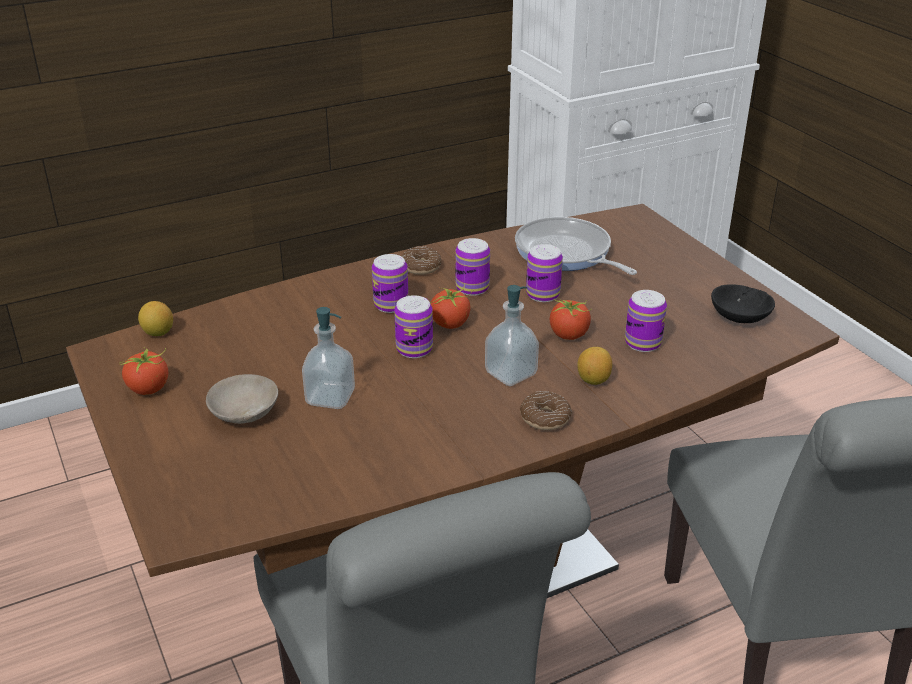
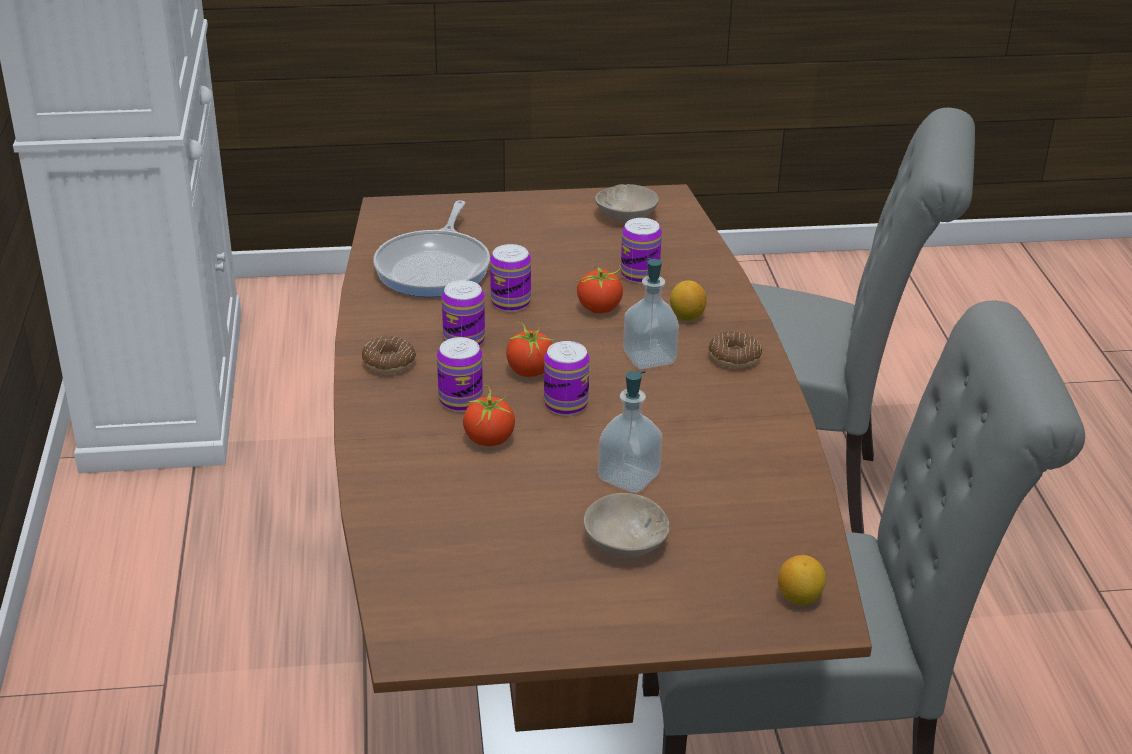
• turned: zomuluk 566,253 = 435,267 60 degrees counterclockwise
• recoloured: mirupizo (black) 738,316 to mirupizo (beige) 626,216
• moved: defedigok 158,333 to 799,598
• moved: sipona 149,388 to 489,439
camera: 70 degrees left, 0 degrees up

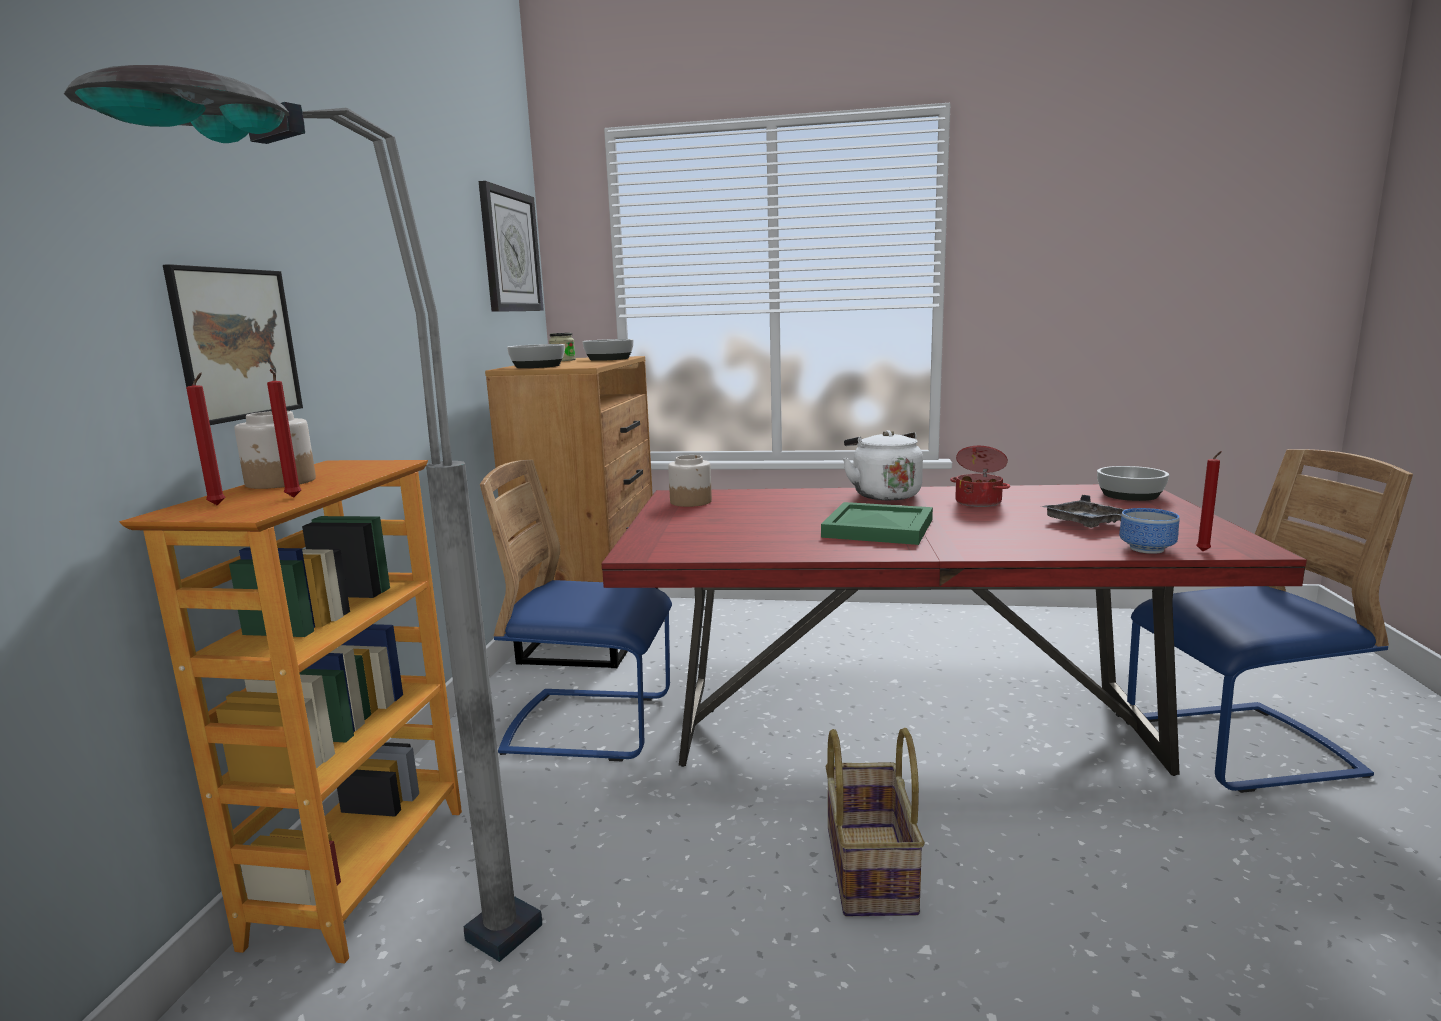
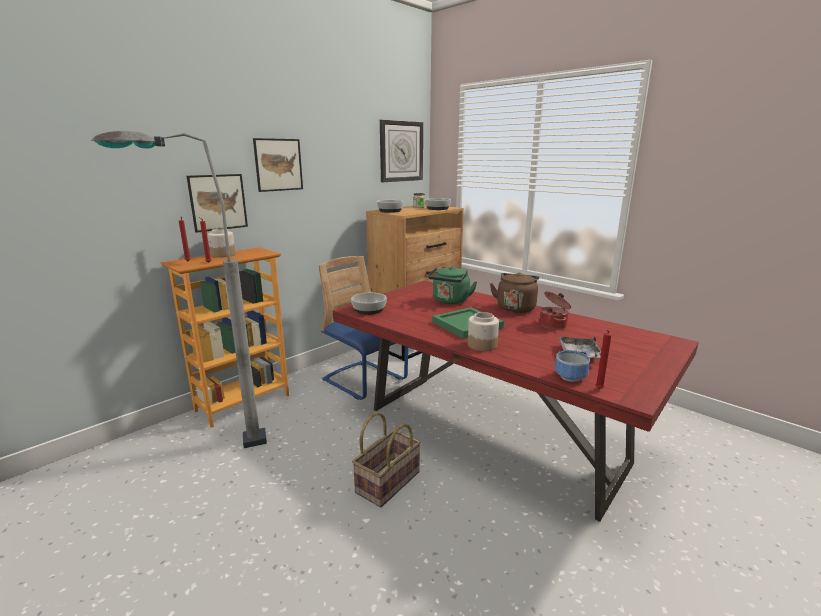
• recoloured: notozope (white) 883,495 to notozope (brown) 515,308
• removed: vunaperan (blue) 1240,748
• moved: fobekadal 691,501 to 482,345
• moved: mirupizo 1131,495 to 369,310
• added: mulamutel 278,165
• added: notozope (green) 450,301
camera: 35 degrees right, 5 degrees up

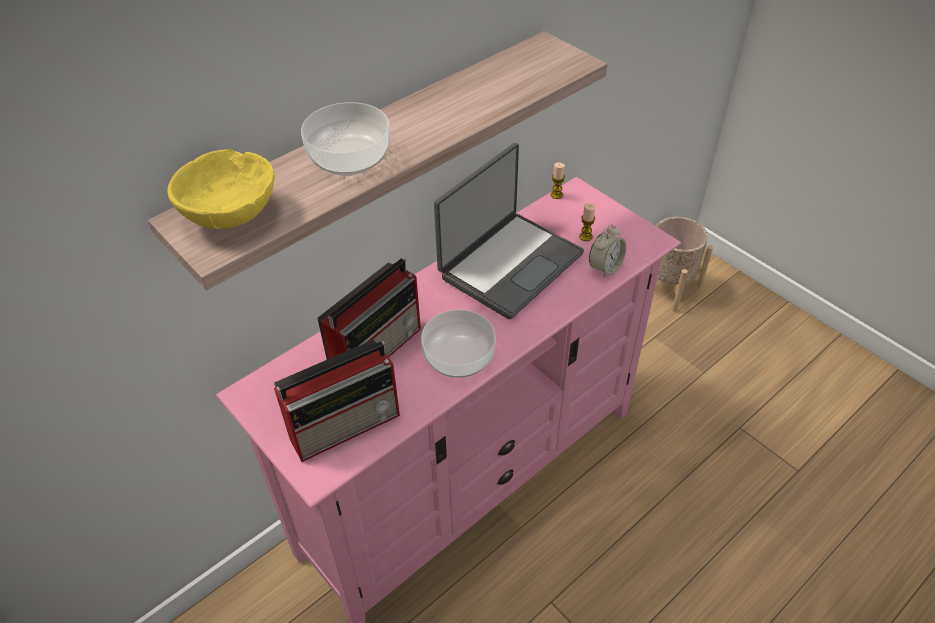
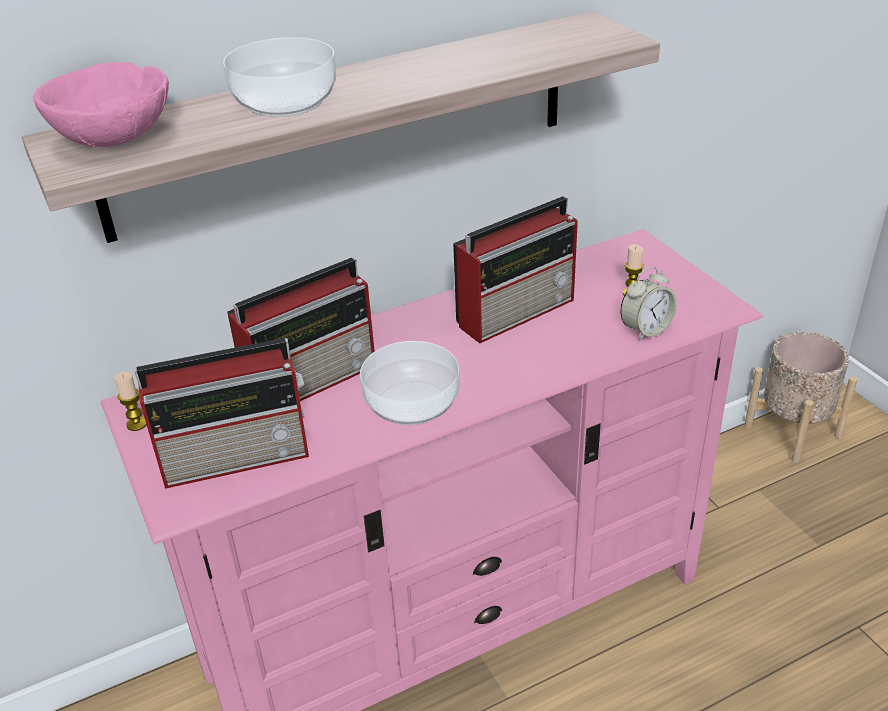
• replaced: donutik 509,264 to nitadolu 518,311
• recoloured: mirupizo (yellow) 231,214 to mirupizo (pink) 115,139
• moved: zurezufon 556,195 to 137,424
camera: 15 degrees right, 10 degrees down

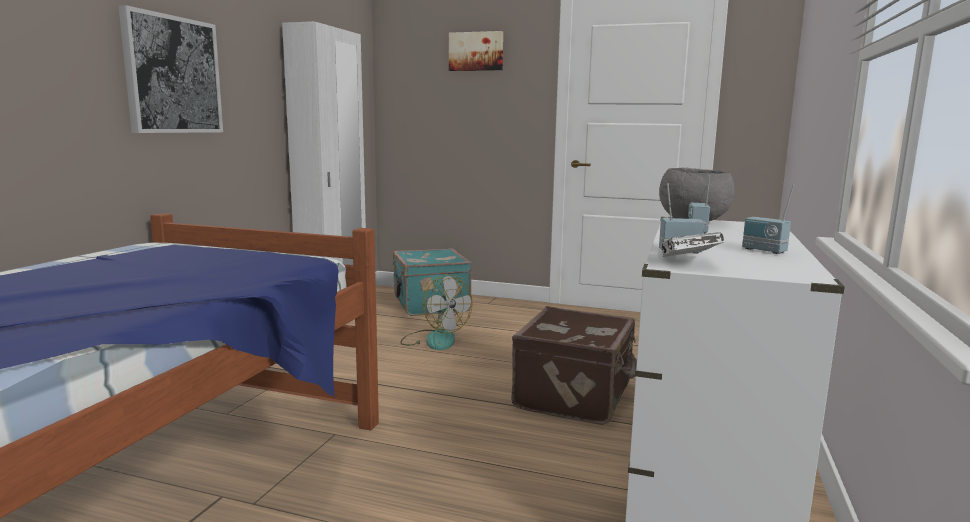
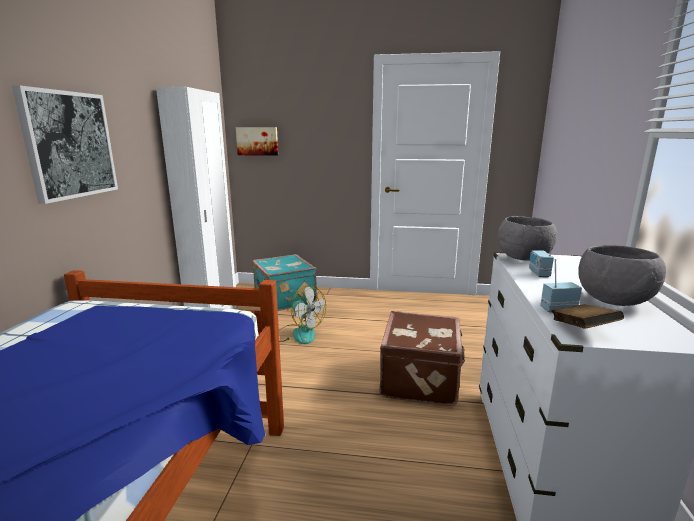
• moved: mulamutel 476,51 to 257,141
• replaced: nitadolu 763,251 to mirupizo (grey) 614,301
• recoloured: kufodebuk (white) 688,263 to kufodebuk (brown) 582,329
camera: 10 degrees left, 5 degrees up

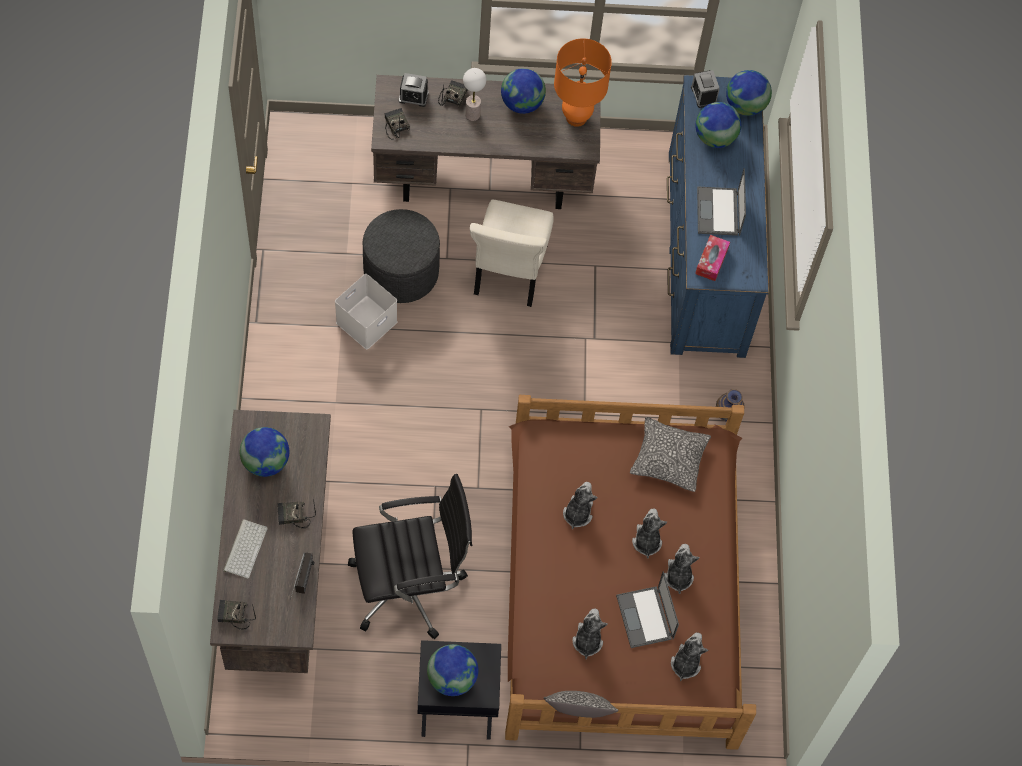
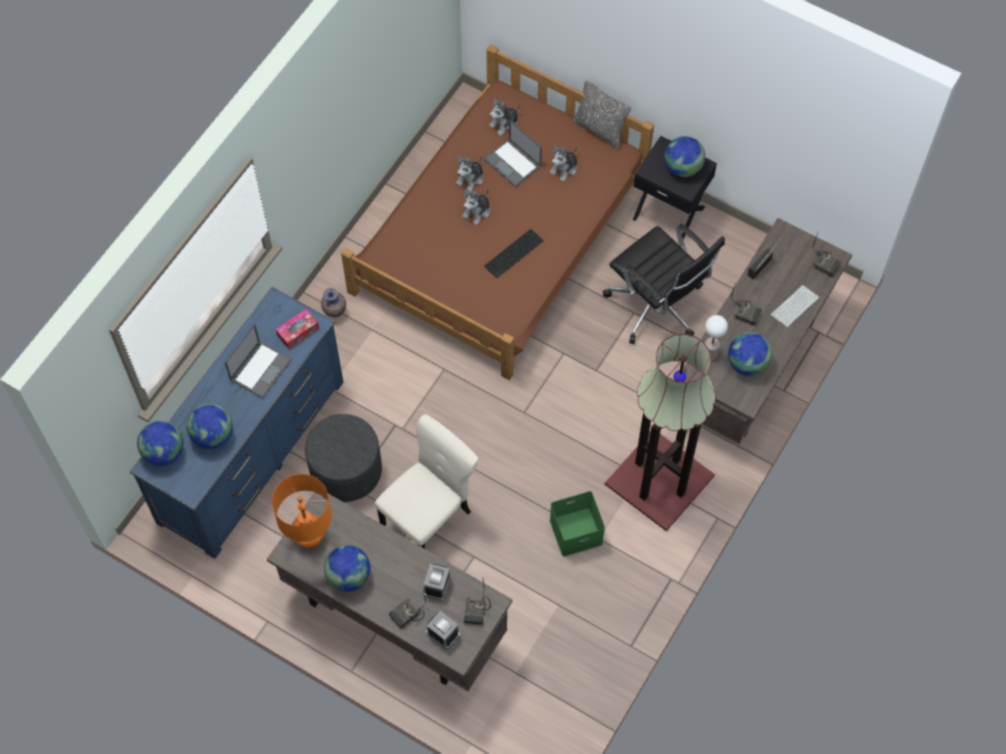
• moved: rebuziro 472,114 to 710,354
• moved: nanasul 703,95 to 437,585
• moved: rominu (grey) 401,272 to 346,470
• recoloured: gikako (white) 366,321 to gikako (green) 575,533
• removed: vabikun 668,459
• turned: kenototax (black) 410,586 = 657,307 150 degrees counterclockwise
• replaced: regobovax 577,513 to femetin 515,253
• turned: donutik 645,618 = 513,163 120 degrees clockwise
• added: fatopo 659,478
camera: 145 degrees left, 0 degrees up

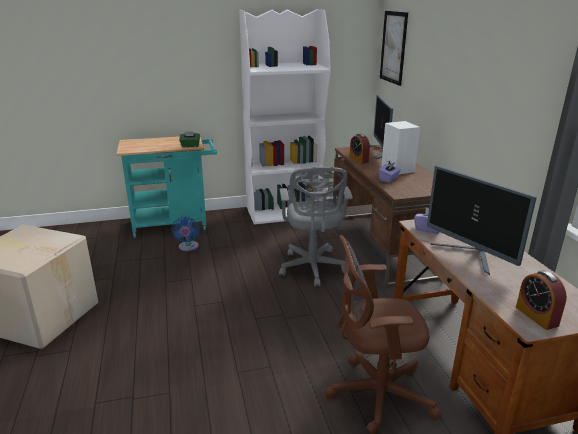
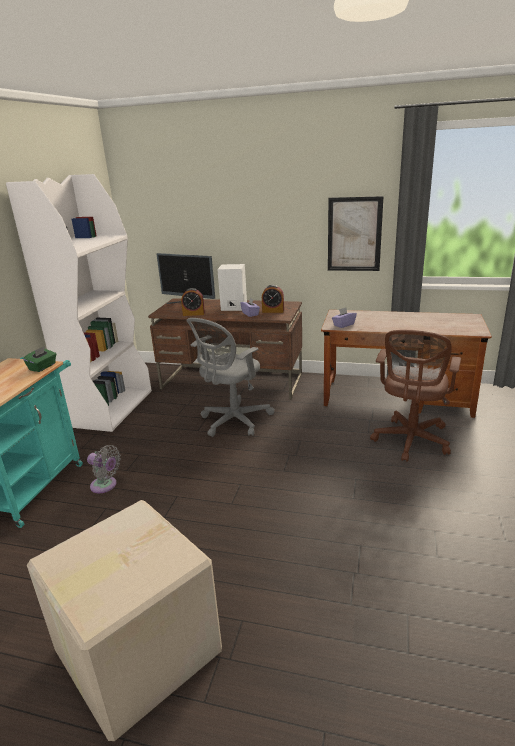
• moved: mulamutel 393,47 to 354,234
• removed: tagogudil 470,256
• turned: kenototax (grey) 312,268 = 233,422 105 degrees clockwise
• recoloured: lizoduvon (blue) 188,247 to lizoduvon (grey) 105,486
• moved: nanasul 536,316 to 273,311
camera: 60 degrees left, 0 degrees up

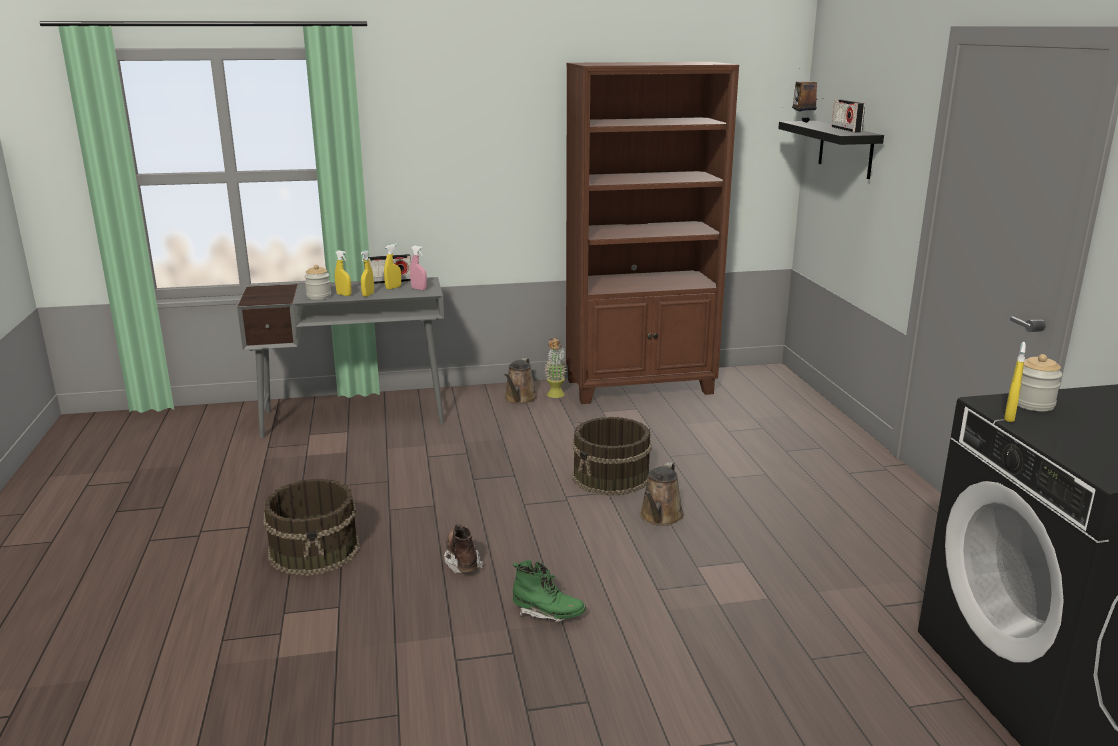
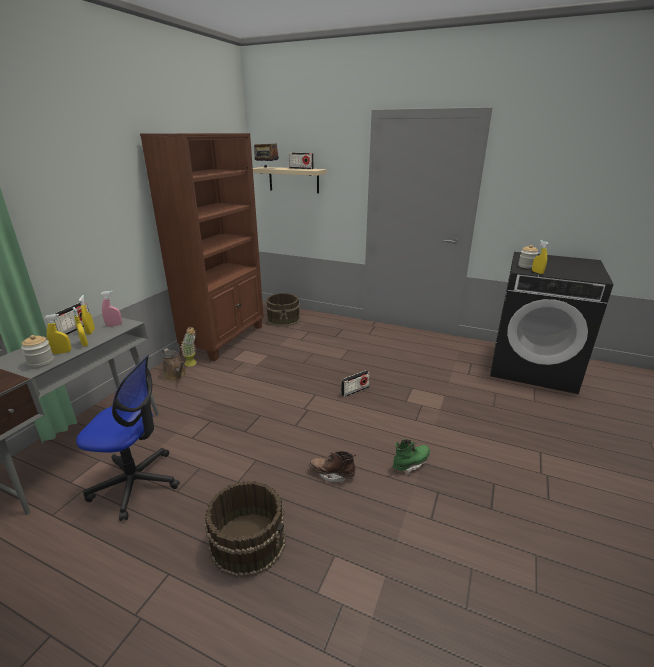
• recoloured: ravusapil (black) 845,149 to ravusapil (beige) 293,180
• moved: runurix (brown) 611,477 to 283,319
• replaced: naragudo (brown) 660,517 to nitadolu 355,391
• added: kenototax 136,483
camera: 55 degrees left, 5 degrees up

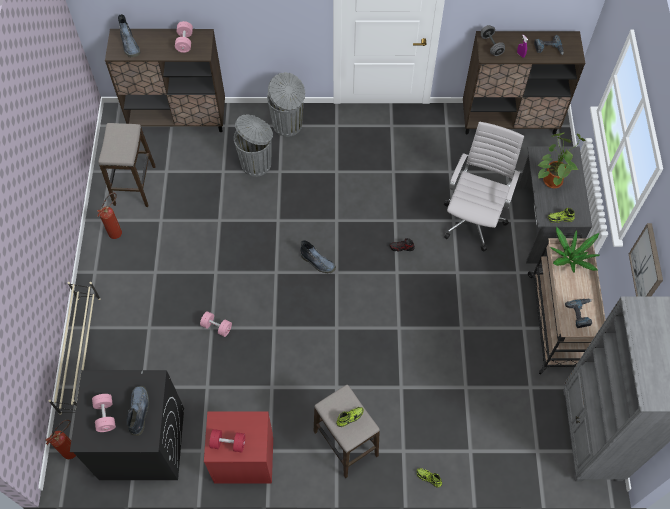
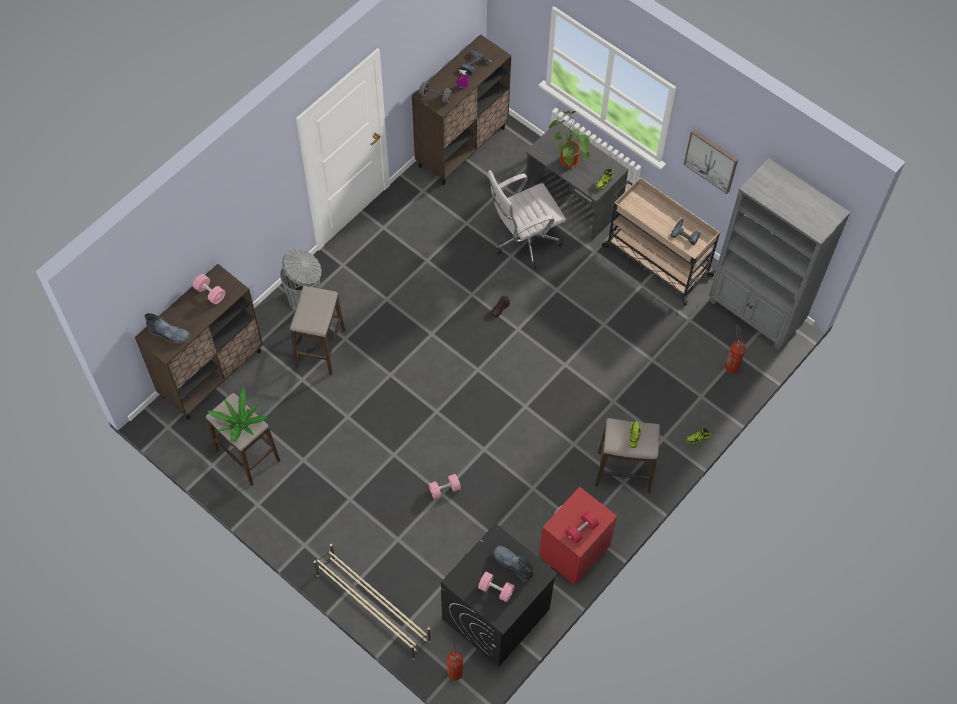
• replaced: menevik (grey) 257,163 to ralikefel 320,349
• turned: kenototax (white) 474,219 = 523,242 90 degrees counterclockwise
• moved: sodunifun 118,231 to 730,364
• moved: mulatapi 571,258 to 240,423
• removed: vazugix 318,262
camera: 50 degrees left, 0 degrees up

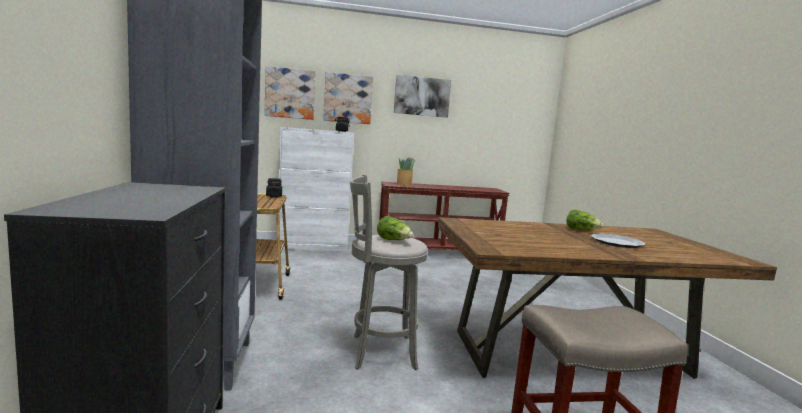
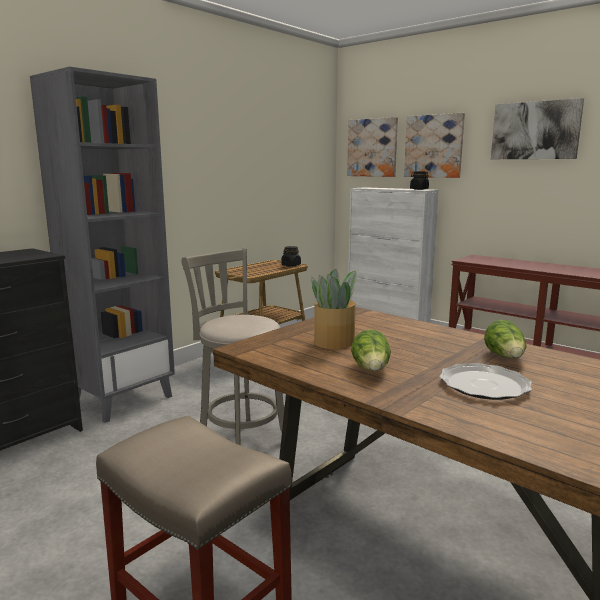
• moved: mulatapi 404,184 to 335,341
• moved: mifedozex 394,241 to 371,370
camera: 50 degrees right, 5 degrees up

